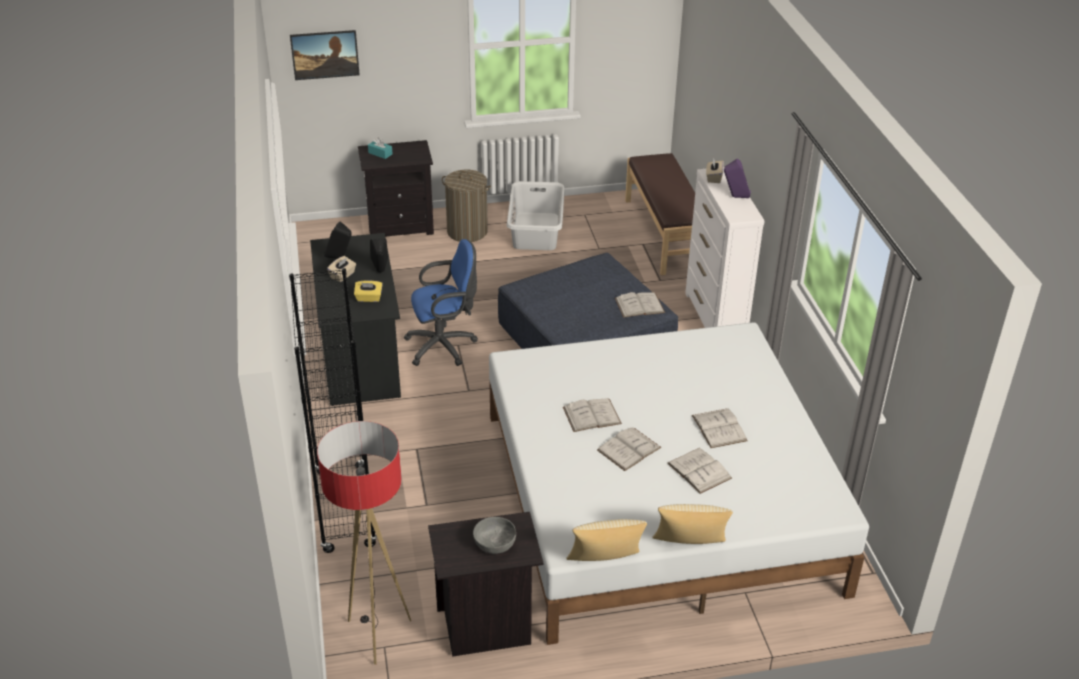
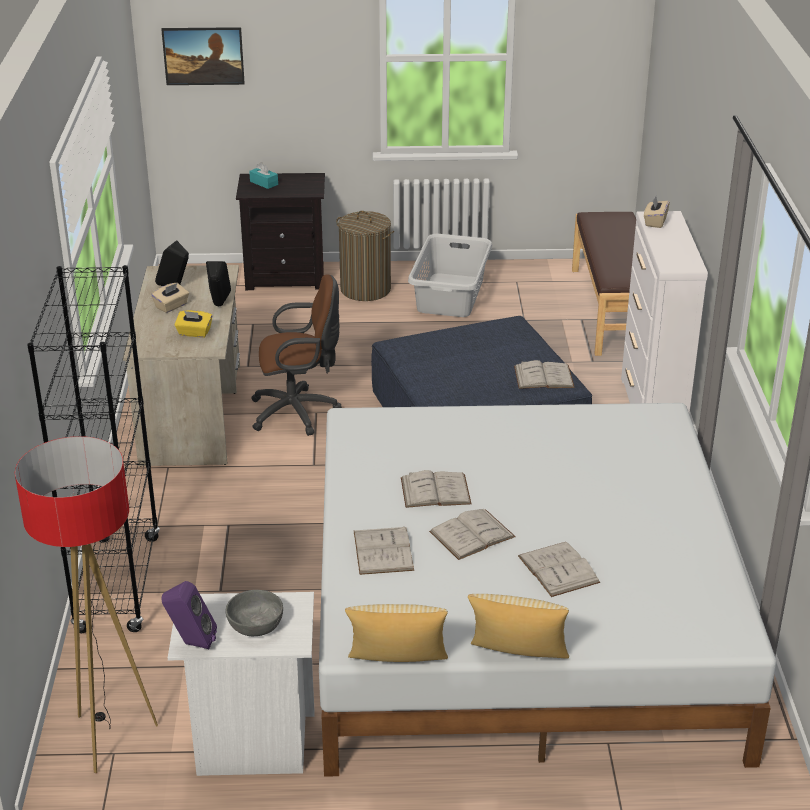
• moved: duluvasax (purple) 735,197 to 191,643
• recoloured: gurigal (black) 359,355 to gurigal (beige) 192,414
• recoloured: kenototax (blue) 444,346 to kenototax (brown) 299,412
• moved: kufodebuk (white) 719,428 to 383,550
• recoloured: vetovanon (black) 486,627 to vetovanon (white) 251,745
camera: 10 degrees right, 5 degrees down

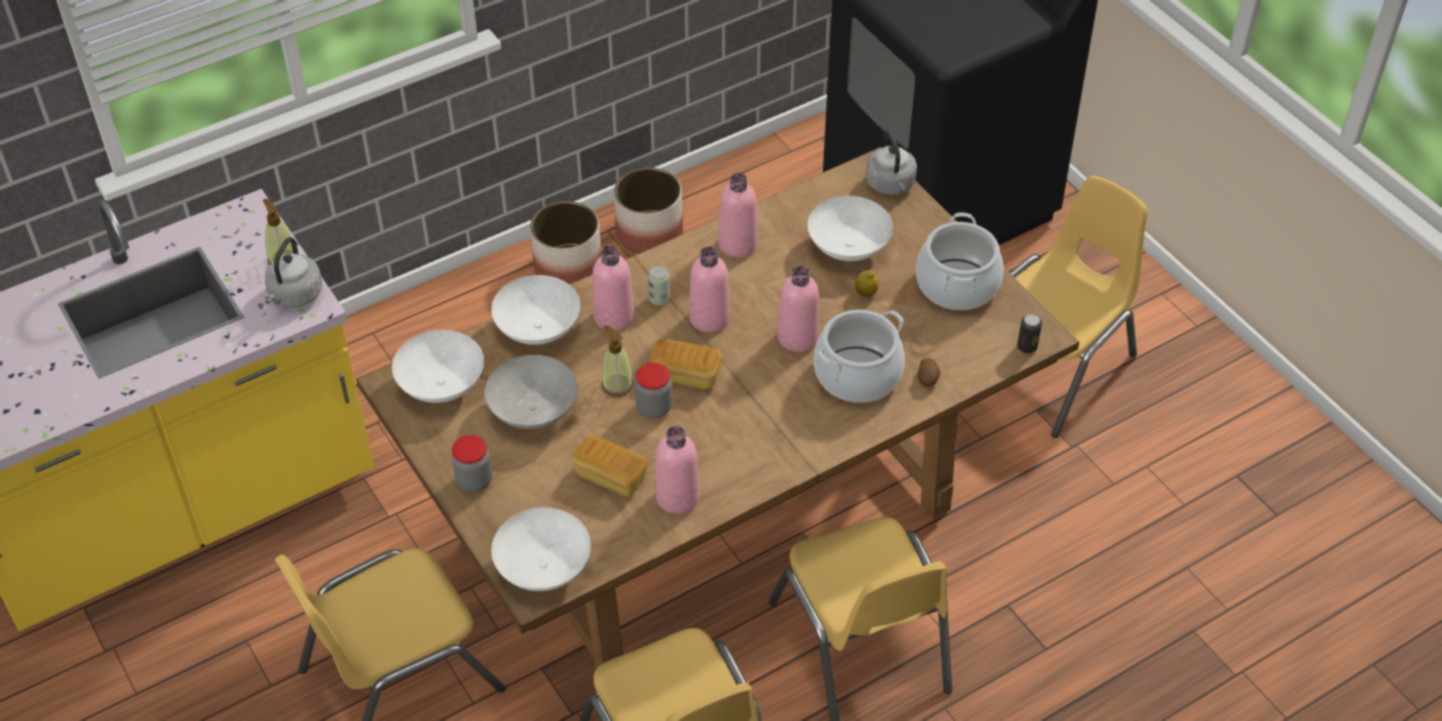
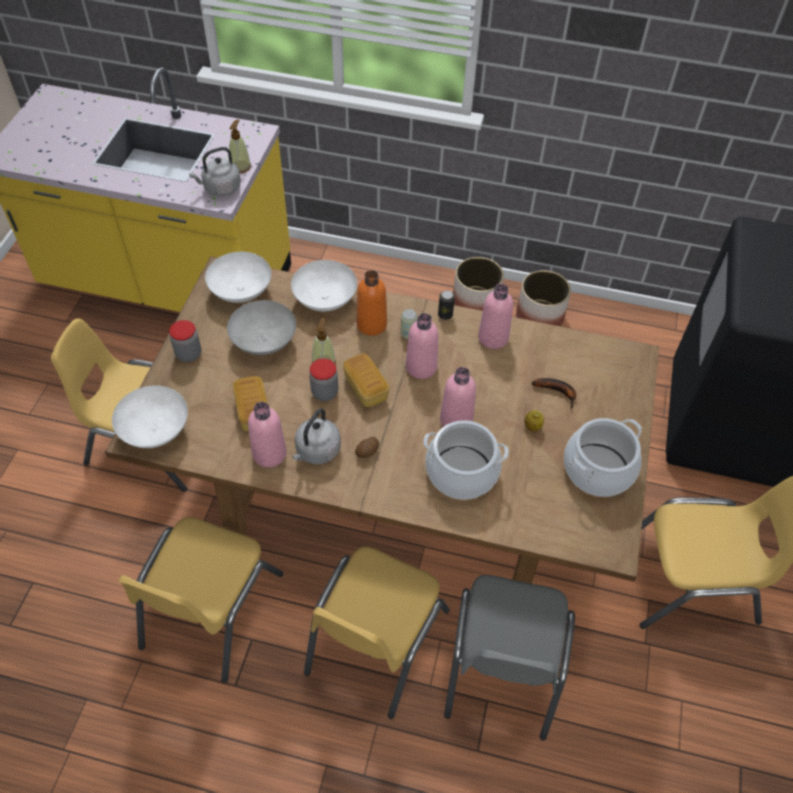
• moved: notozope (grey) 891,185 to 316,451
• replaced: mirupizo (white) 850,248 to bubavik 558,392
• recoloured: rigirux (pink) 614,317 to rigirux (orange) 371,324
• moved: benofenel 1027,347 to 445,315
• moved: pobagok 928,379 to 367,452
• added: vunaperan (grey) 502,666
camera: 45 degrees right, 5 degrees up

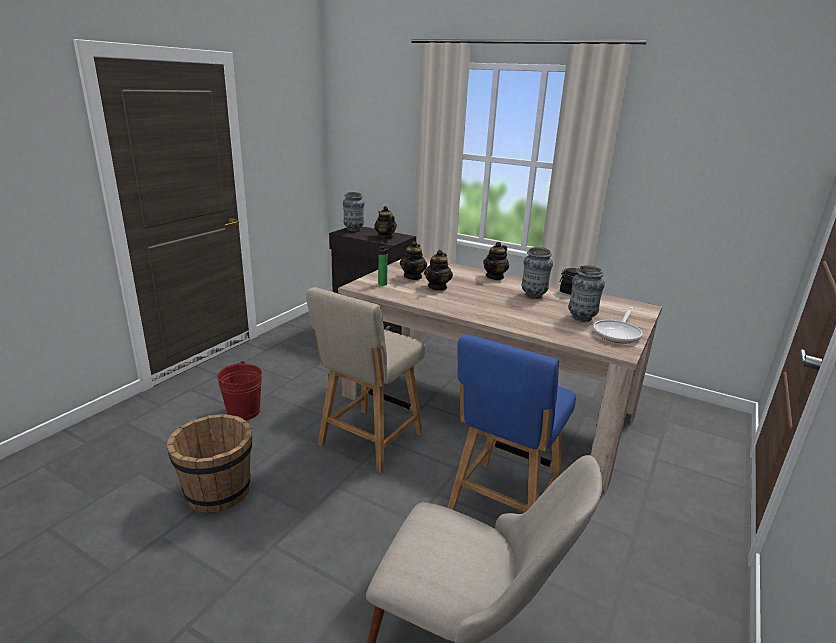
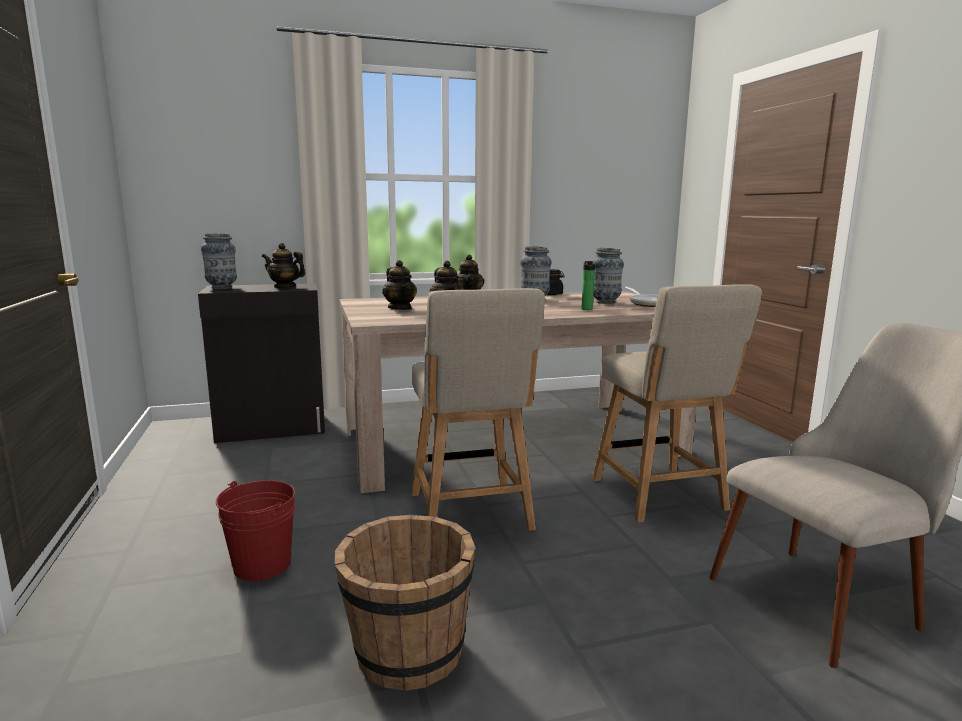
• moved: rigirux 383,284 to 586,309
• recoloured: vunaperan (blue) 503,505 to vunaperan (beige) 661,497
camera: 45 degrees left, 10 degrees down

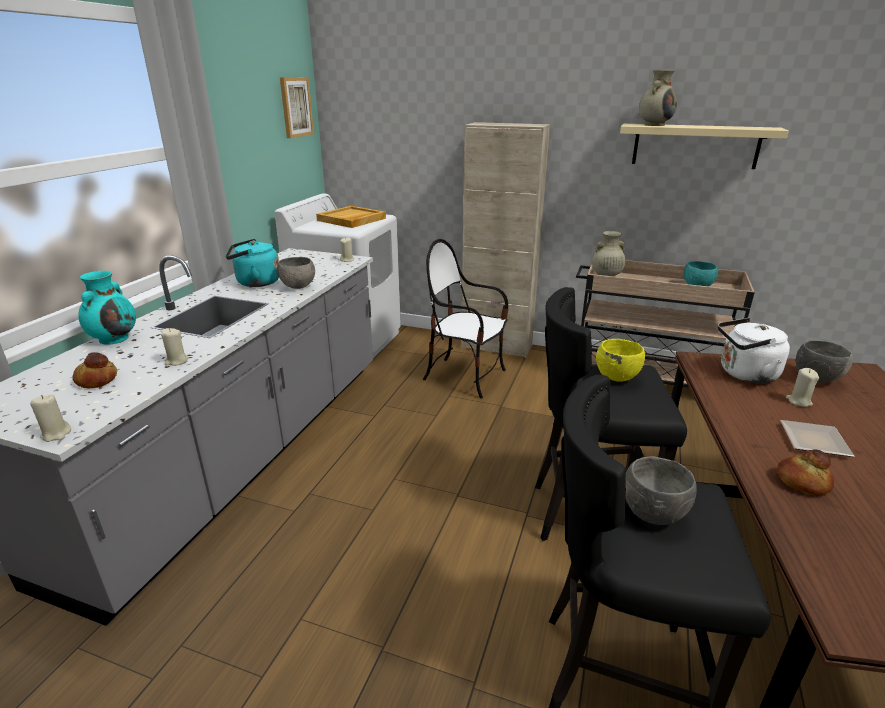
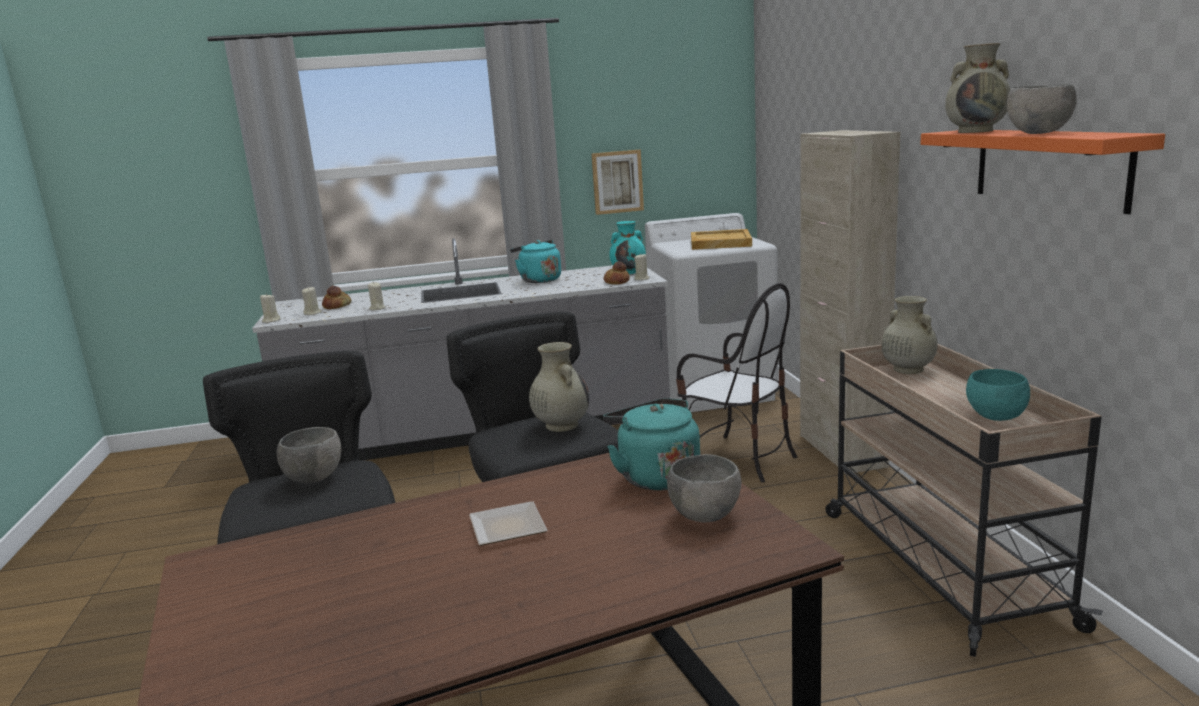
• moved: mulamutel 296,107 to 617,182
• recoloured: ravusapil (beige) 695,146 to ravusapil (orange) 1049,167
• turned: vunaperan 465,376 = 737,459 135 degrees clockwise
• moved: mirupizo (grey) 298,287 to 1039,133
• moved: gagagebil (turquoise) 114,338 to 629,272
• recoloured: notozope (white) 744,374 to notozope (turquoise) 655,476
• replaced: mirupizo (yellow) 616,377 to gagagebil (beige) 561,425
• moved: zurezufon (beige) 798,401 to 312,313
• moved: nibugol 802,482 to 617,282
camera: 60 degrees right, 10 degrees down

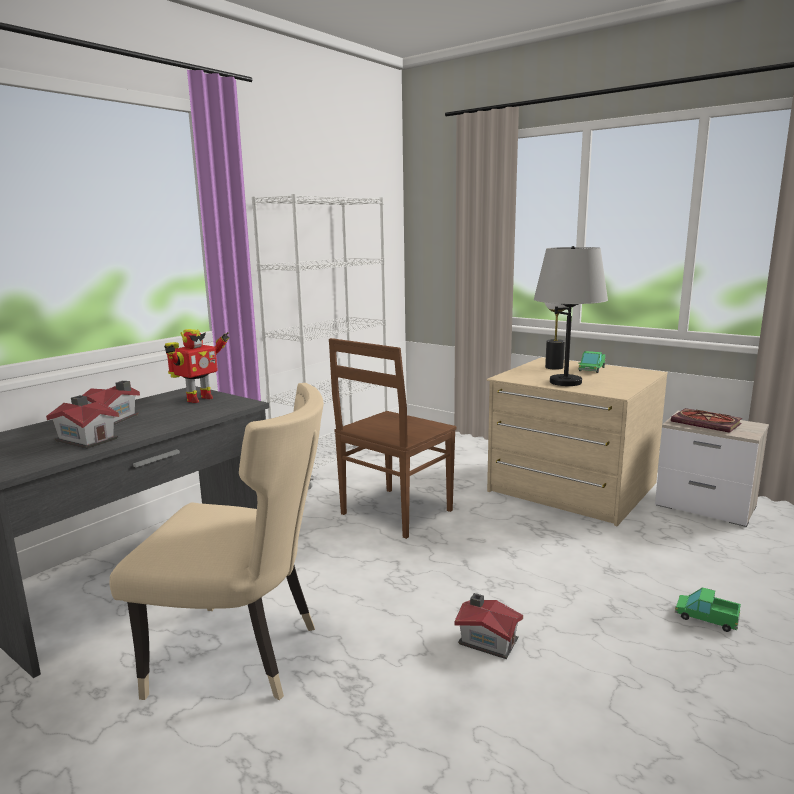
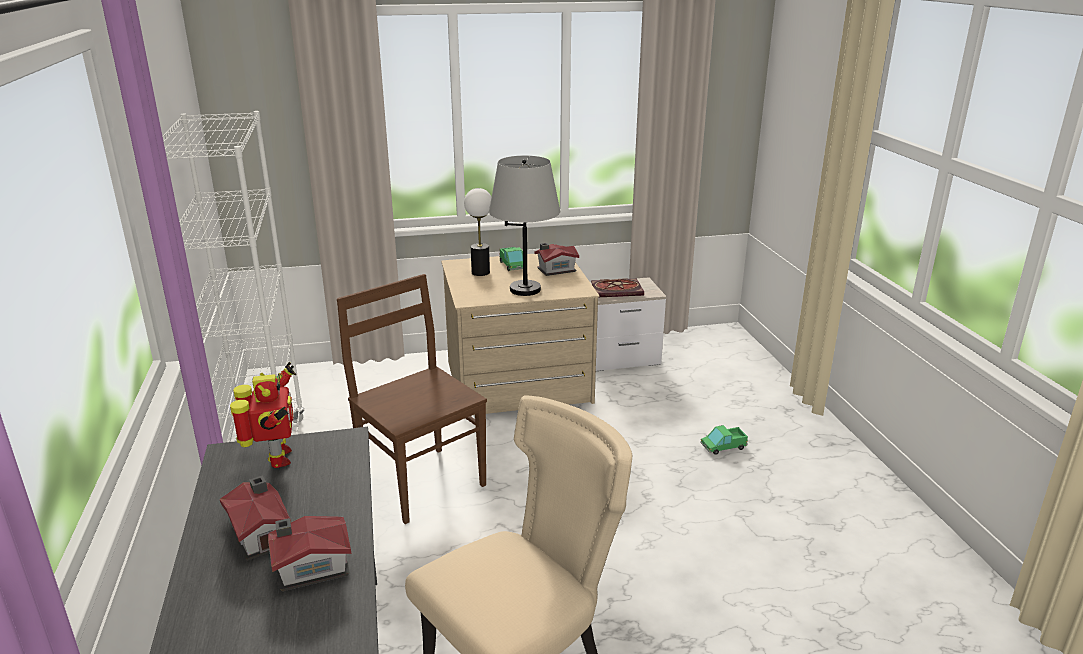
• turned: vunaperan (brown) 394,513 = 421,482 150 degrees clockwise
• moved: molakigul 487,640 to 555,269
camera: 50 degrees left, 10 degrees up

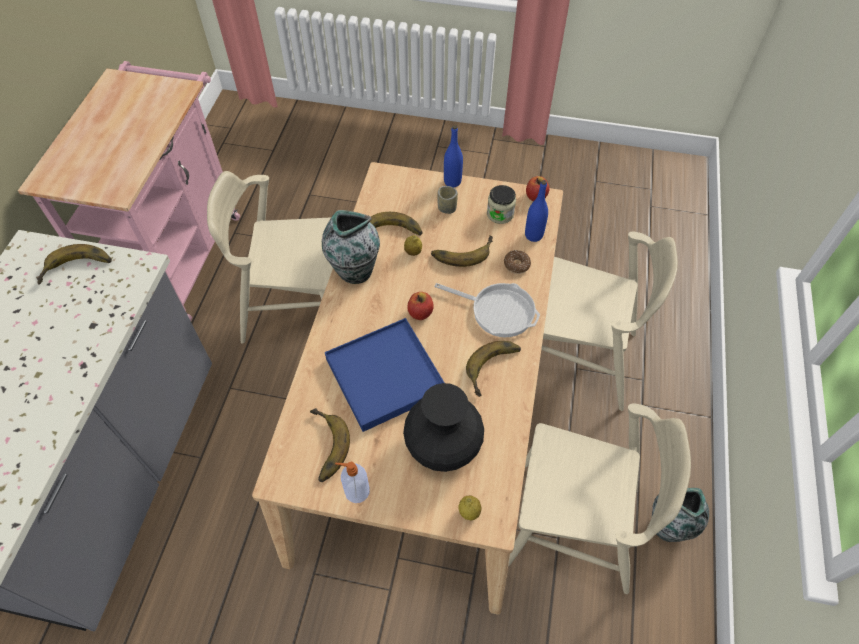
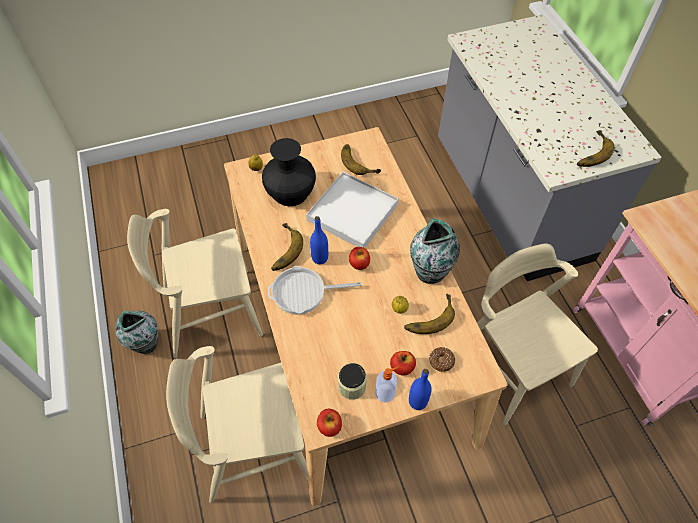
• turned: vunaperan (beige) 296,307 = 511,366 90 degrees counterclockwise
• moved: rigirux (blue) 533,235 to 320,258
• replaced: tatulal 447,208 to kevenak 402,367
• removed: bubavik 461,251
• moved: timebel 516,265 to 441,361
• recoloured: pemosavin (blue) 385,376 to pemosavin (white) 352,212
• moved: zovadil 356,491 to 386,393
camera: 150 degrees right, 0 degrees up

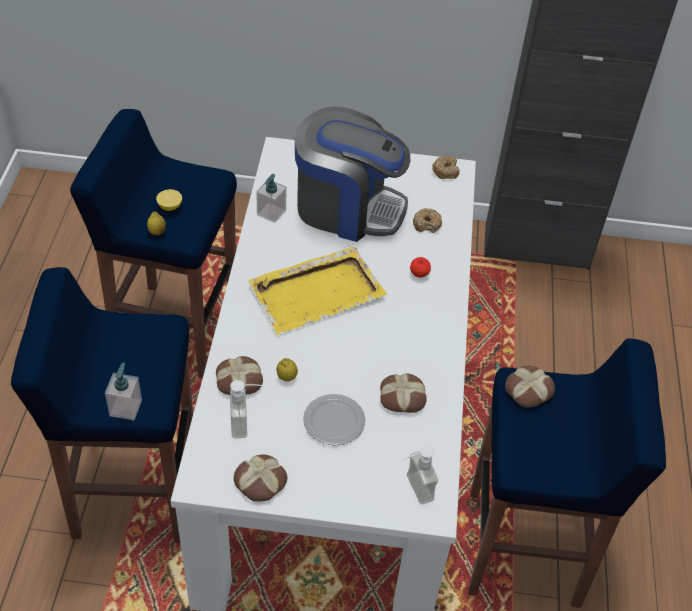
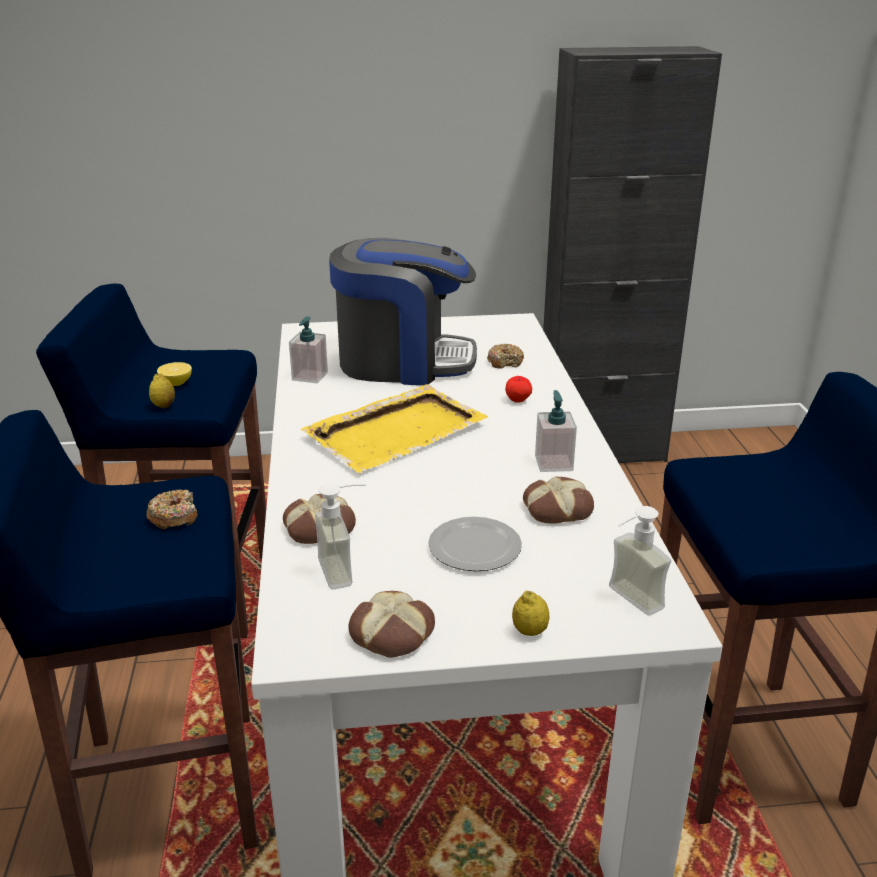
• moved: timebel 445,171 to 174,517
• moved: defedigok 287,377 to 529,631
• moved: zovadil 125,407 to 553,463
• removed: nibugol 528,389
camera: 10 degrees left, 20 degrees down

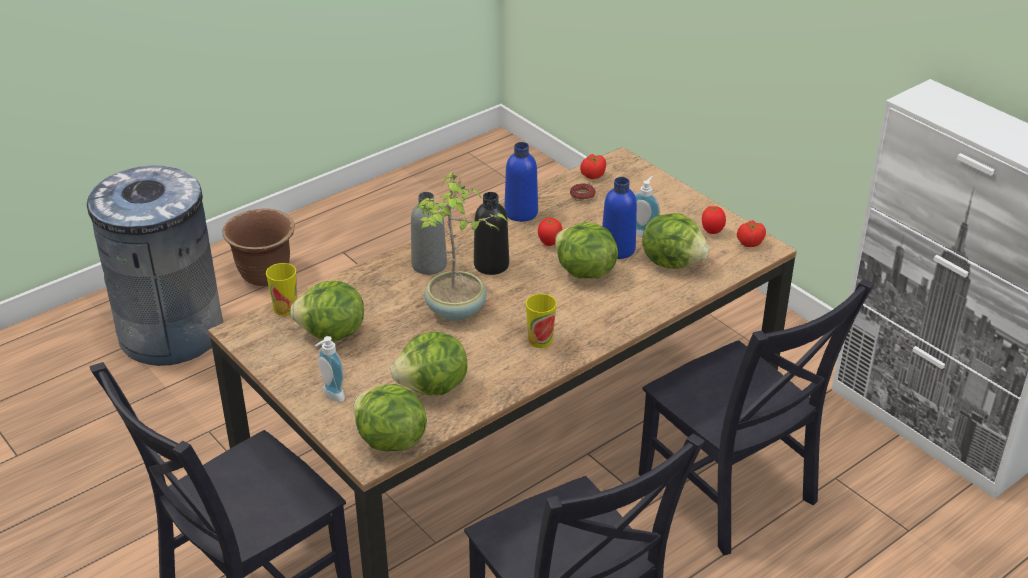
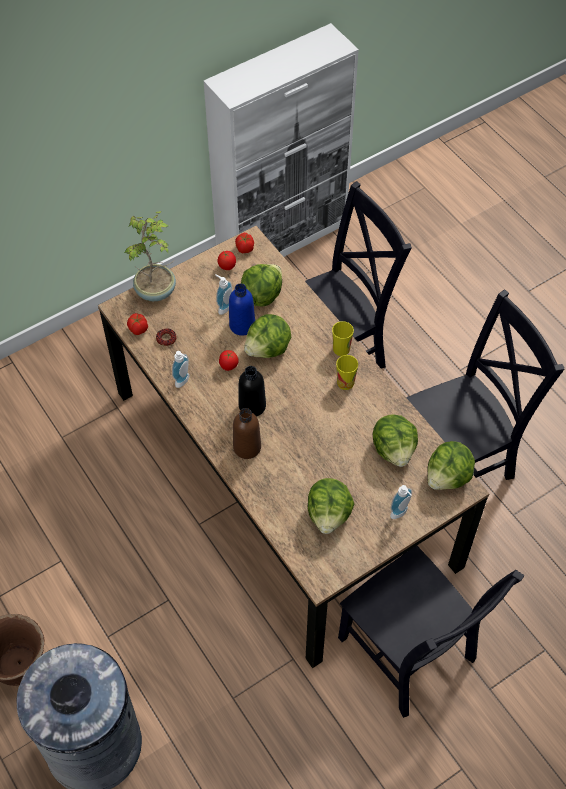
• replaced: rigirux (blue) 521,213 to zovadil 184,381
• moved: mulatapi 456,311 to 156,291
• recoloured: rigirux (grey) 429,265 to rigirux (brown) 247,447
• moved: tatulal 285,308 to 341,349
camera: 85 degrees left, 20 degrees up

